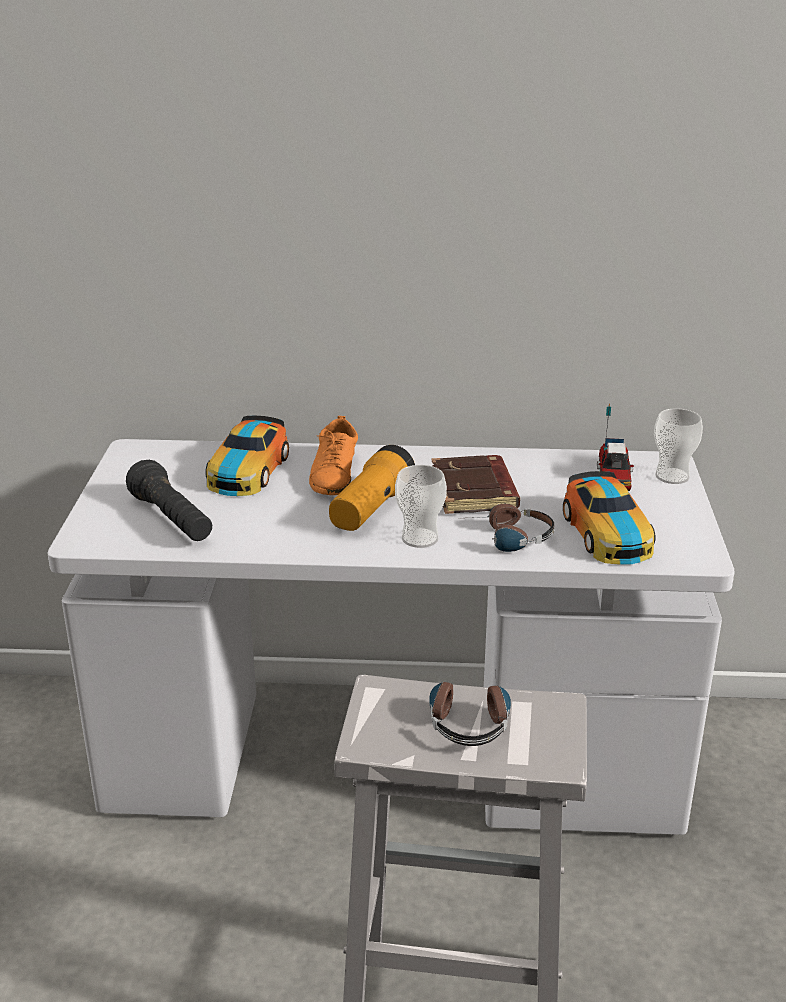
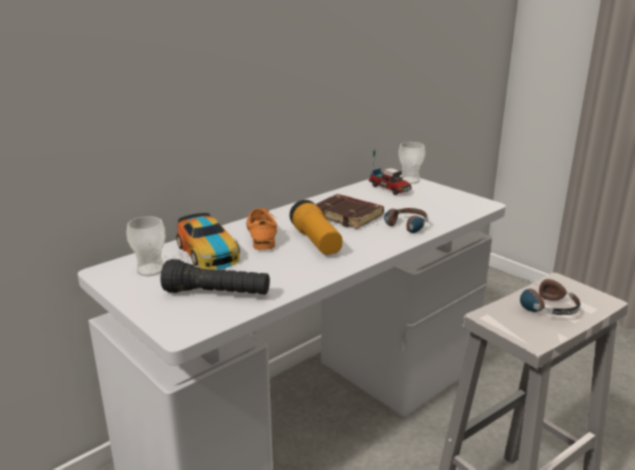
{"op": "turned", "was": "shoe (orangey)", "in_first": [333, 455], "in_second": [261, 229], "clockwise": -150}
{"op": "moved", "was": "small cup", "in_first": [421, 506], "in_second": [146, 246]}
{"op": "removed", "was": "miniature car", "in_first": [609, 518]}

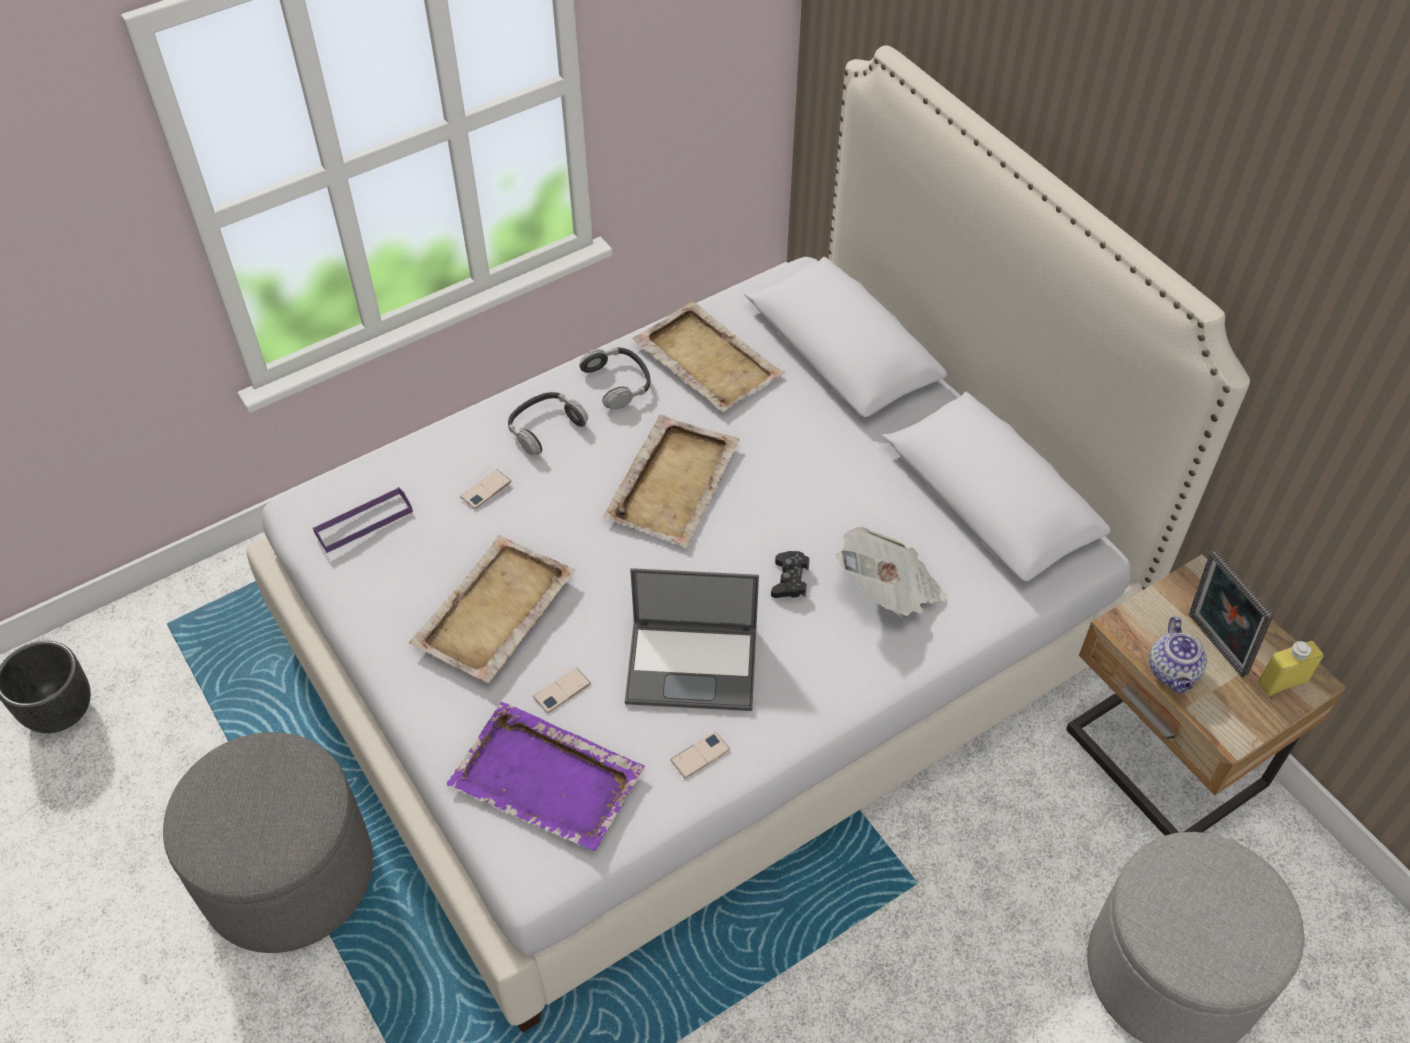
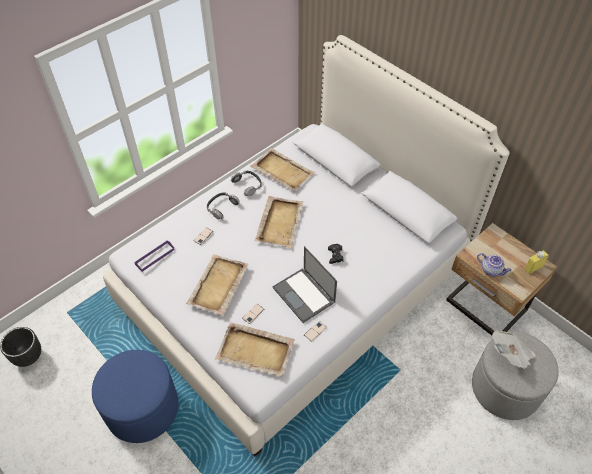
{"op": "recoloured", "was": "pouffe (gray)", "now": "pouffe (blue)", "in_first": [268, 842], "in_second": [135, 396]}
{"op": "recoloured", "was": "serving tray (purplish)", "now": "serving tray (beige)", "in_first": [546, 776], "in_second": [255, 349]}
{"op": "turned", "was": "notebook computer", "in_first": [692, 639], "in_second": [305, 284], "clockwise": 60}
{"op": "moved", "was": "printed paper", "in_first": [891, 572], "in_second": [514, 349]}
{"op": "turned", "was": "tea pot", "in_first": [1178, 655], "in_second": [494, 265], "clockwise": -45}
{"op": "removed", "was": "photo frame", "in_first": [1231, 613]}

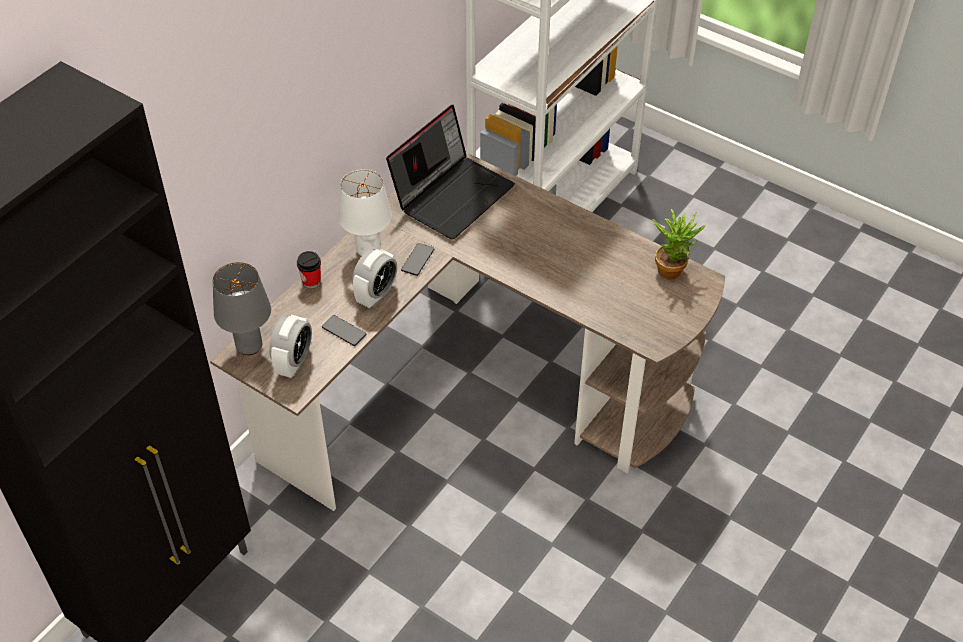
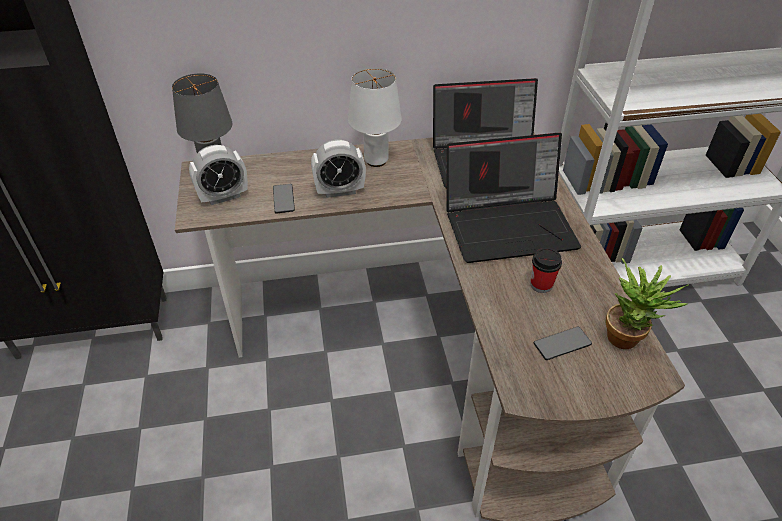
{"op": "moved", "was": "small cup", "in_first": [309, 270], "in_second": [546, 270]}
{"op": "moved", "was": "telephone", "in_first": [417, 259], "in_second": [563, 343]}
{"op": "added", "now": "notebook computer", "in_second": [513, 198]}

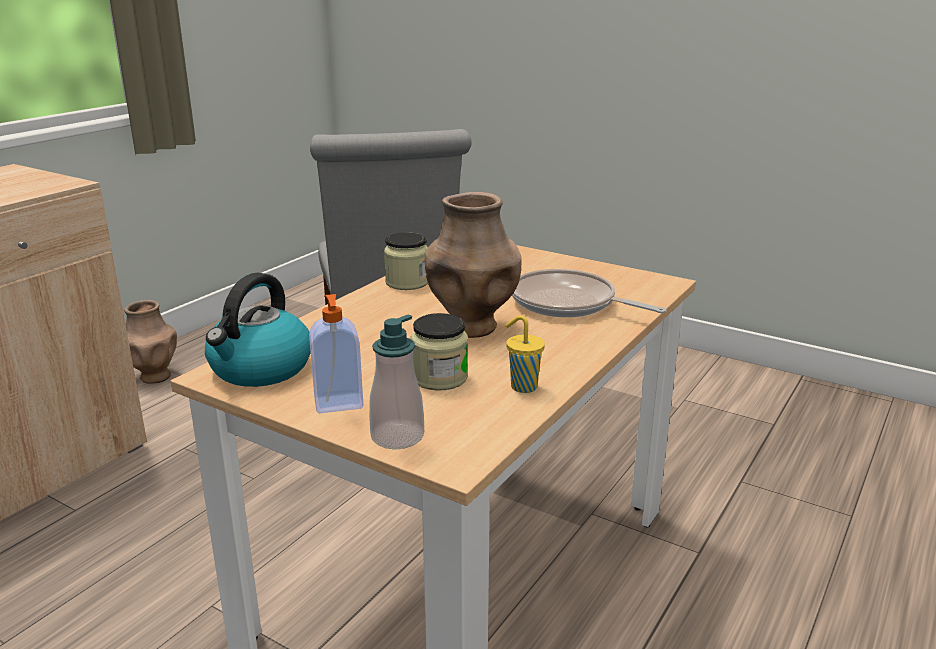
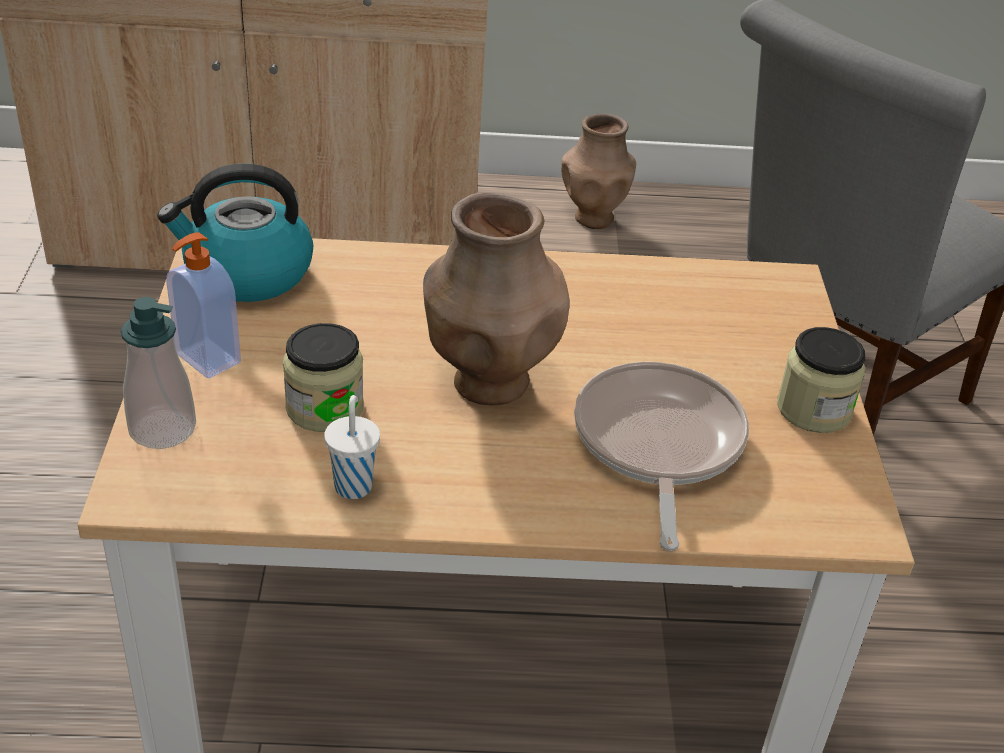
{"op": "moved", "was": "preserve jar", "in_first": [406, 261], "in_second": [821, 380]}
{"op": "recoloured", "was": "small cup (yellow)", "now": "small cup (whitish)", "in_first": [525, 354], "in_second": [352, 447]}

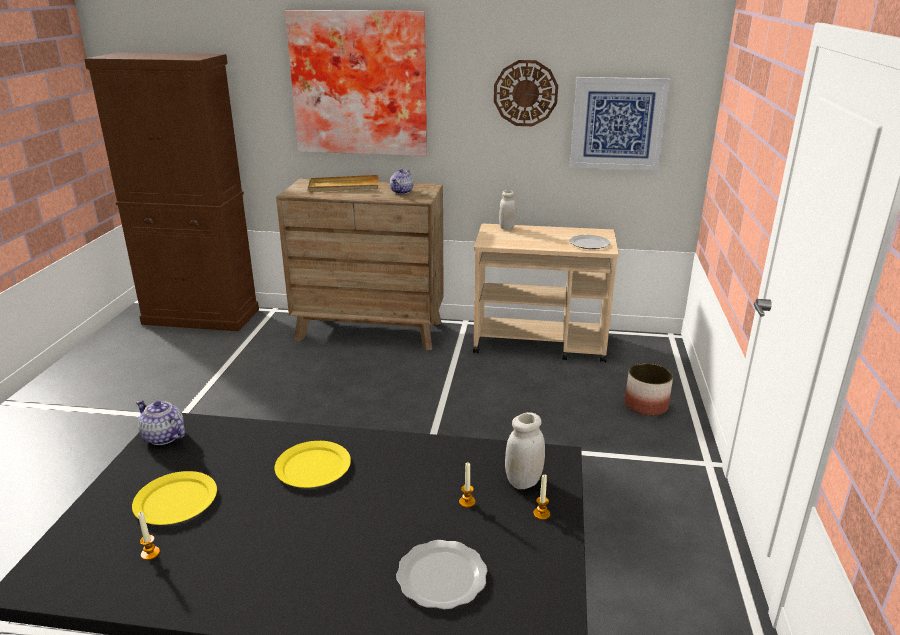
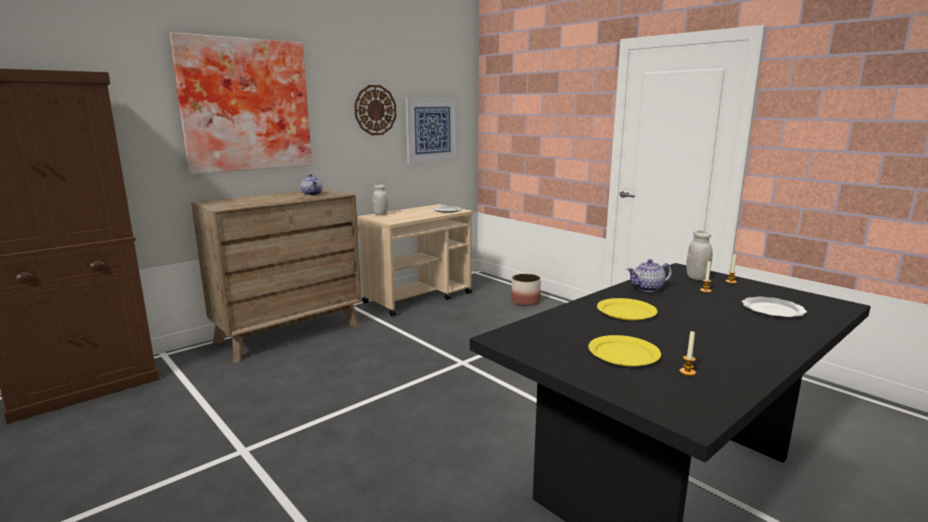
{"op": "moved", "was": "tea pot", "in_first": [160, 422], "in_second": [649, 275]}
{"op": "removed", "was": "serving tray (beige)", "in_first": [343, 183]}

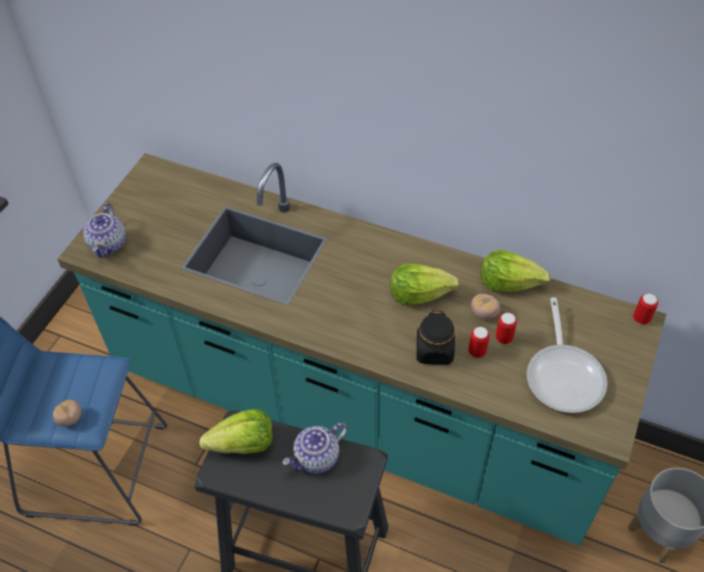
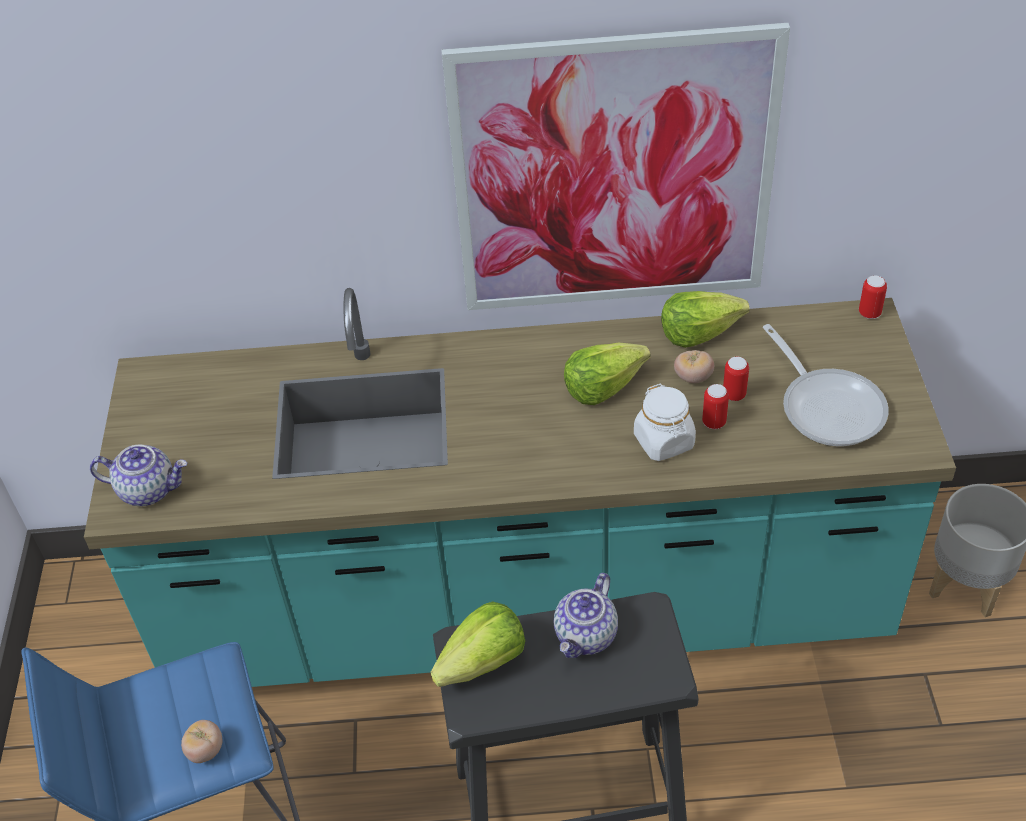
{"op": "turned", "was": "tea pot", "in_first": [104, 230], "in_second": [138, 475], "clockwise": -60}
{"op": "recoloured", "was": "preserve jar (blackish)", "now": "preserve jar (whitish)", "in_first": [435, 337], "in_second": [665, 422]}
{"op": "added", "now": "wall picture", "in_second": [616, 166]}

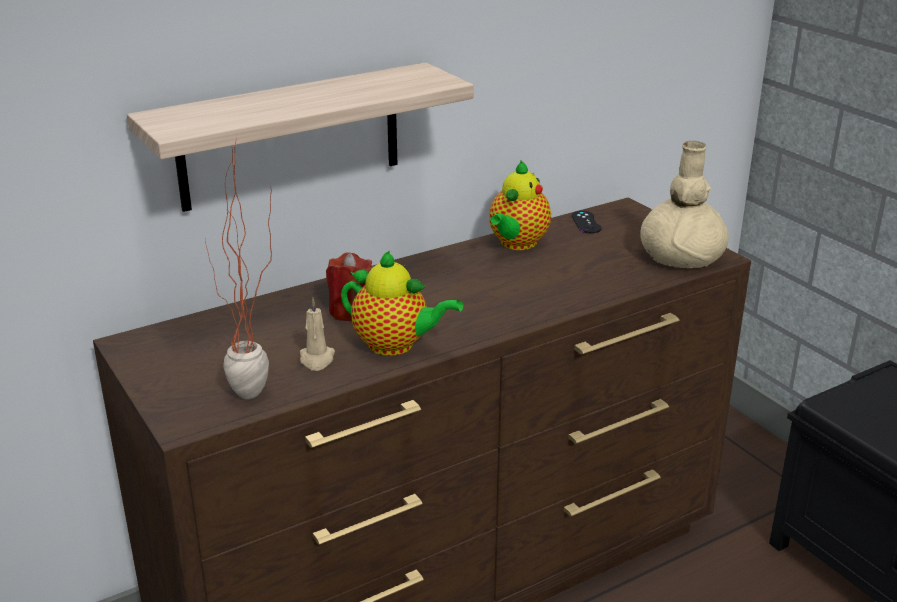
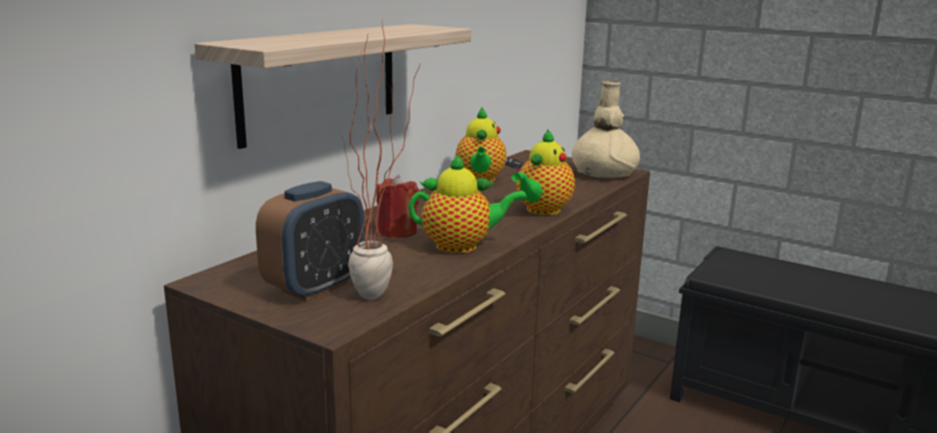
{"op": "removed", "was": "wax light (beige)", "in_first": [317, 334]}
{"op": "added", "now": "table clock", "in_second": [310, 241]}
{"op": "added", "now": "tea pot", "in_second": [543, 172]}

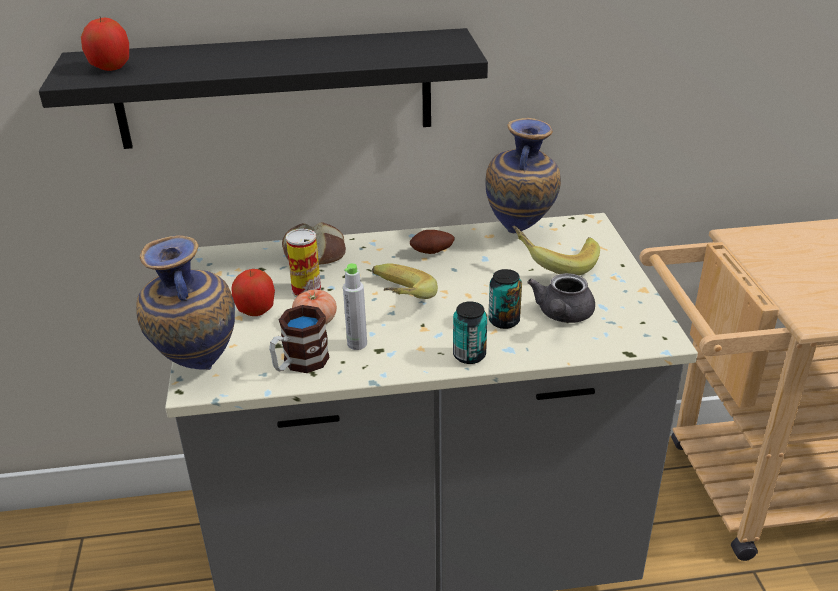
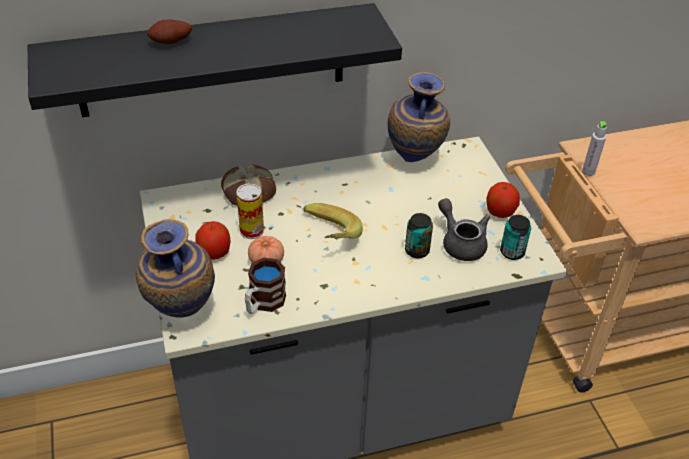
{"op": "moved", "was": "apple", "in_first": [105, 44], "in_second": [503, 200]}
{"op": "moved", "was": "drink bottle (gray)", "in_first": [355, 306], "in_second": [594, 148]}
{"op": "moved", "was": "spud", "in_first": [432, 242], "in_second": [169, 32]}
{"op": "moved", "was": "can", "in_first": [470, 332], "in_second": [515, 237]}
{"op": "removed", "was": "banana fruit", "in_first": [556, 250]}
{"op": "turned", "was": "tea pot (gray)", "in_first": [561, 298], "in_second": [464, 229], "clockwise": 135}

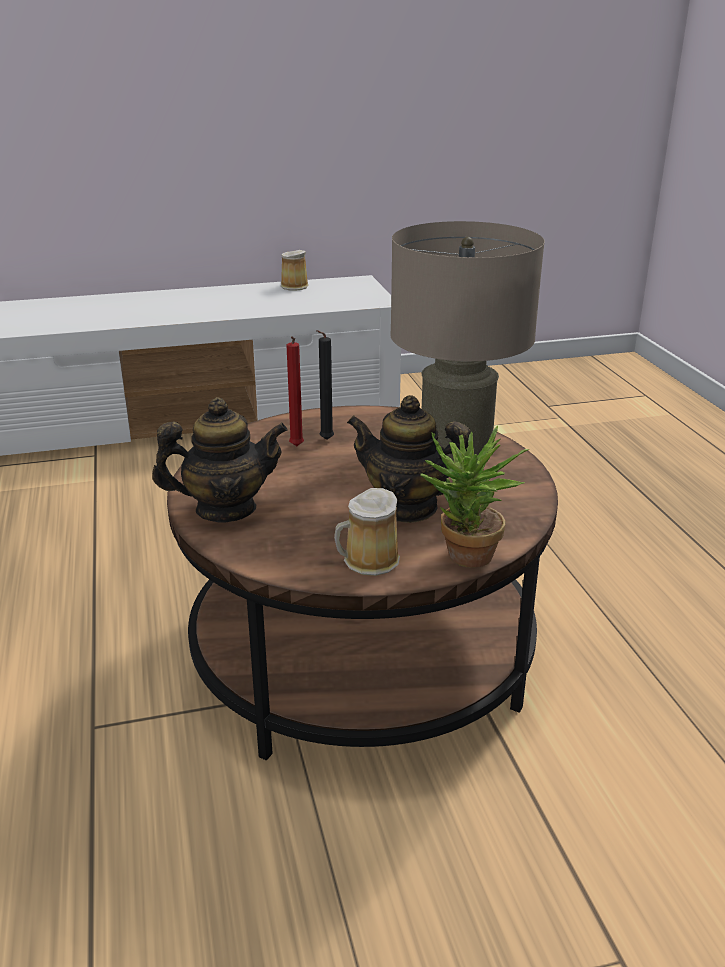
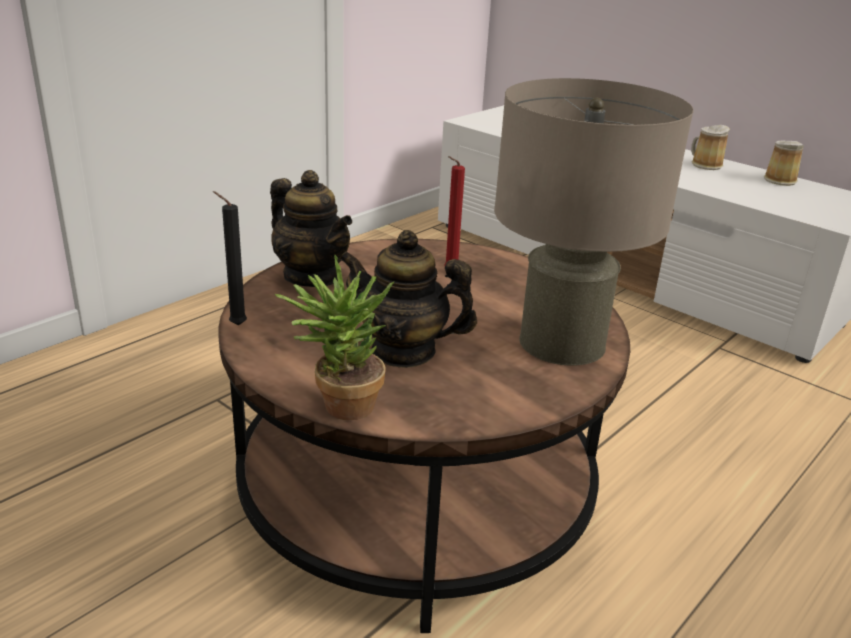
{"op": "moved", "was": "wax light (blackish)", "in_first": [325, 385], "in_second": [230, 258]}
{"op": "moved", "was": "mug", "in_first": [367, 532], "in_second": [710, 147]}
{"op": "turned", "was": "tea pot", "in_first": [408, 459], "in_second": [408, 299], "clockwise": -60}

